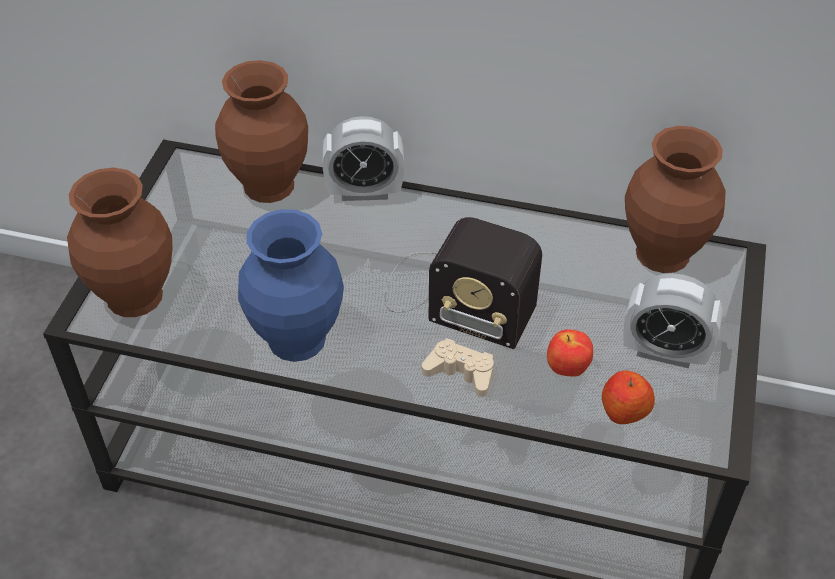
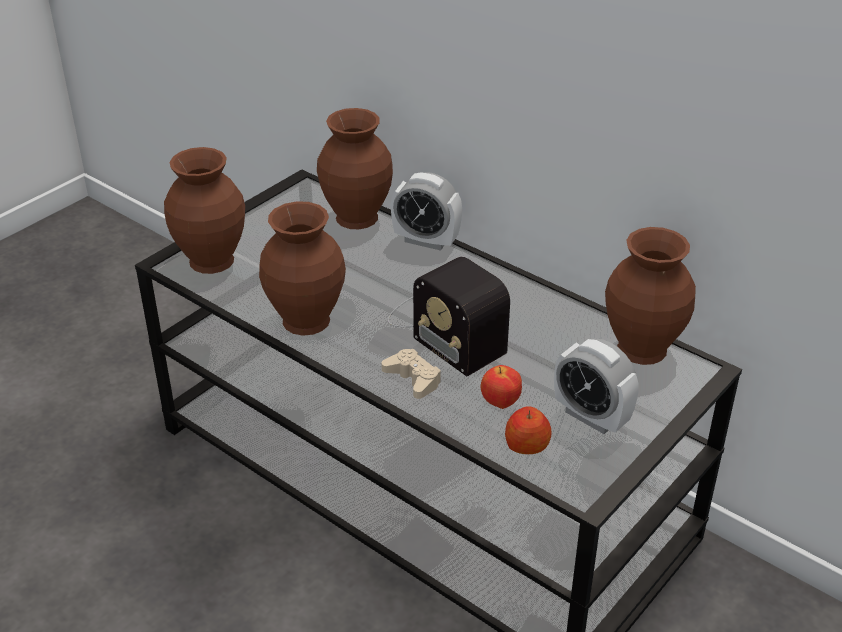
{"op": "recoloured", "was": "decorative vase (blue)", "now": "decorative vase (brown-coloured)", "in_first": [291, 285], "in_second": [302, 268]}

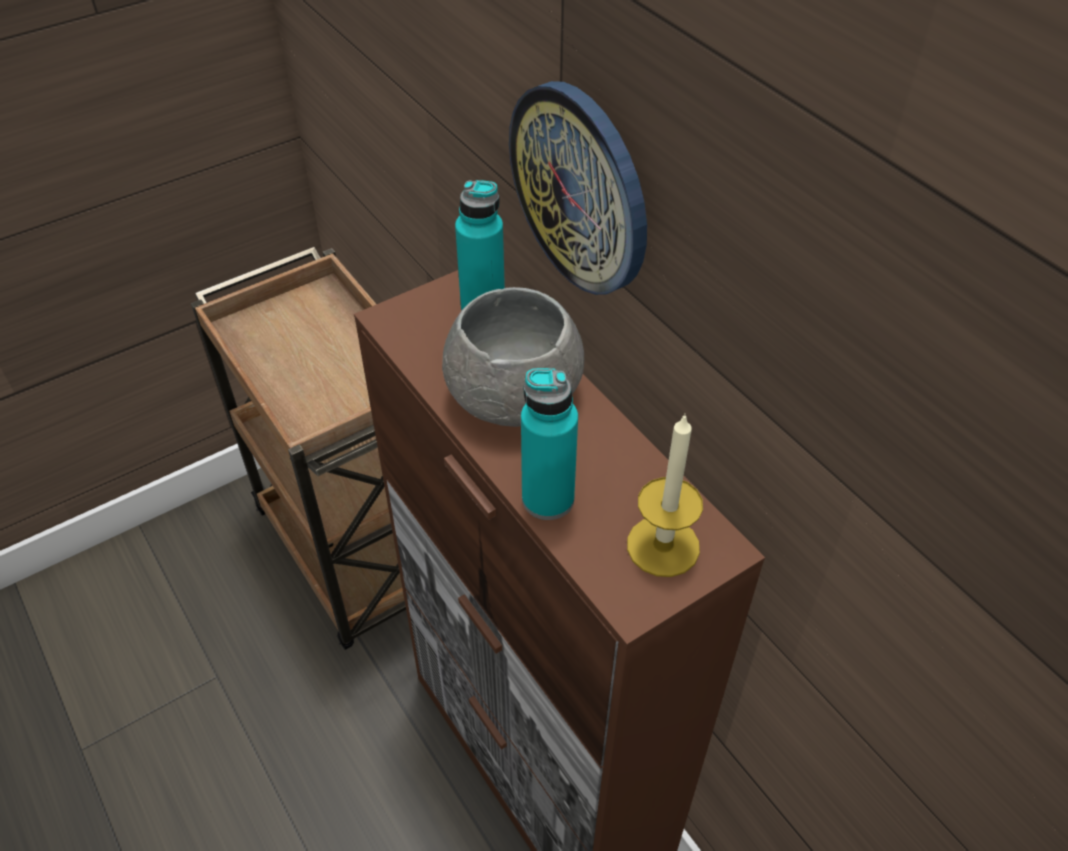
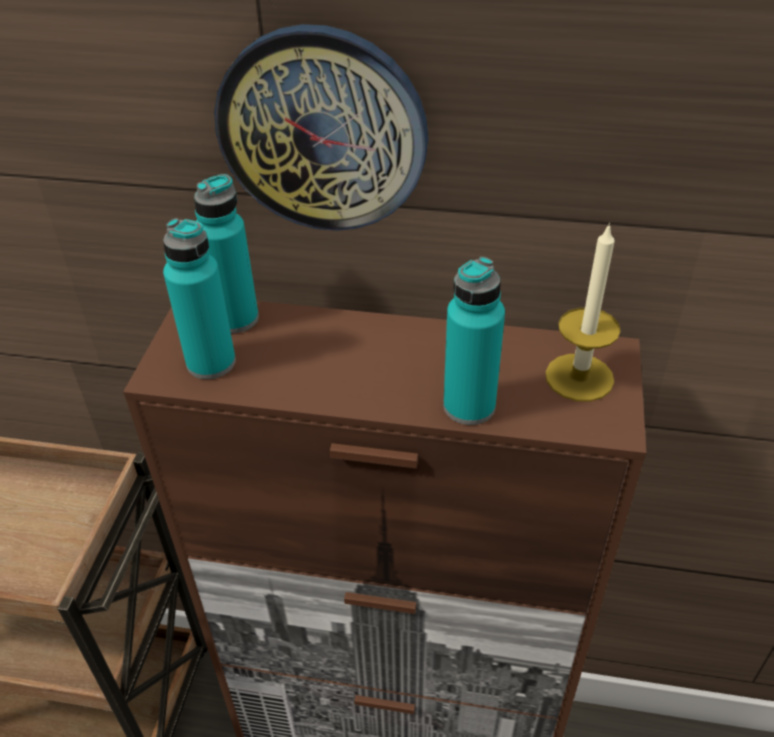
{"op": "removed", "was": "serving bowl (gray)", "in_first": [513, 357]}
{"op": "added", "now": "drink bottle (blue-green)", "in_second": [199, 298]}

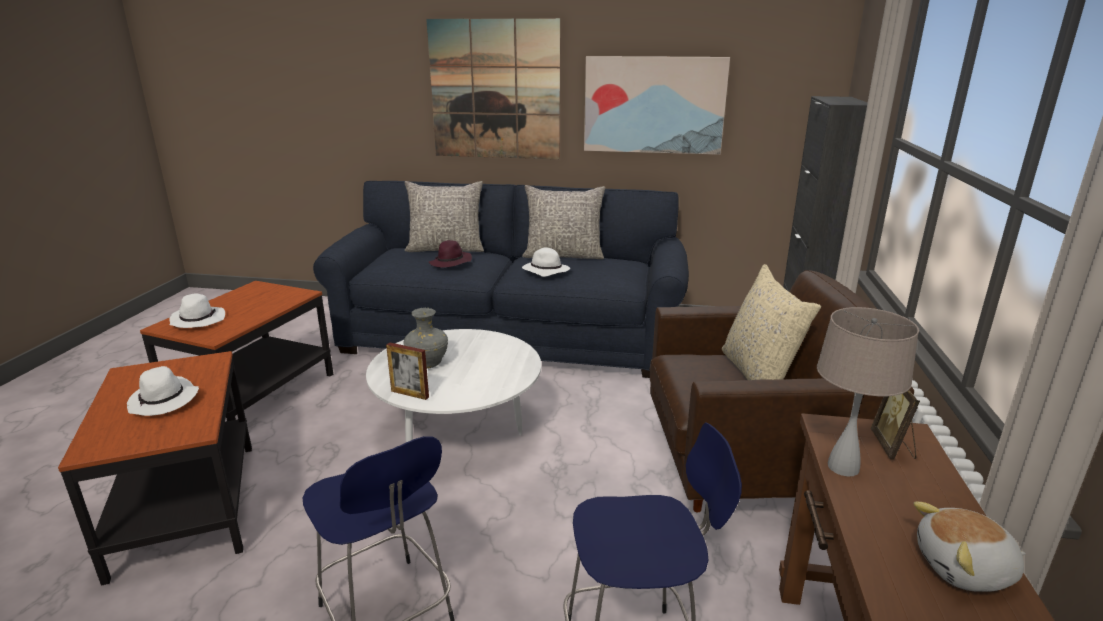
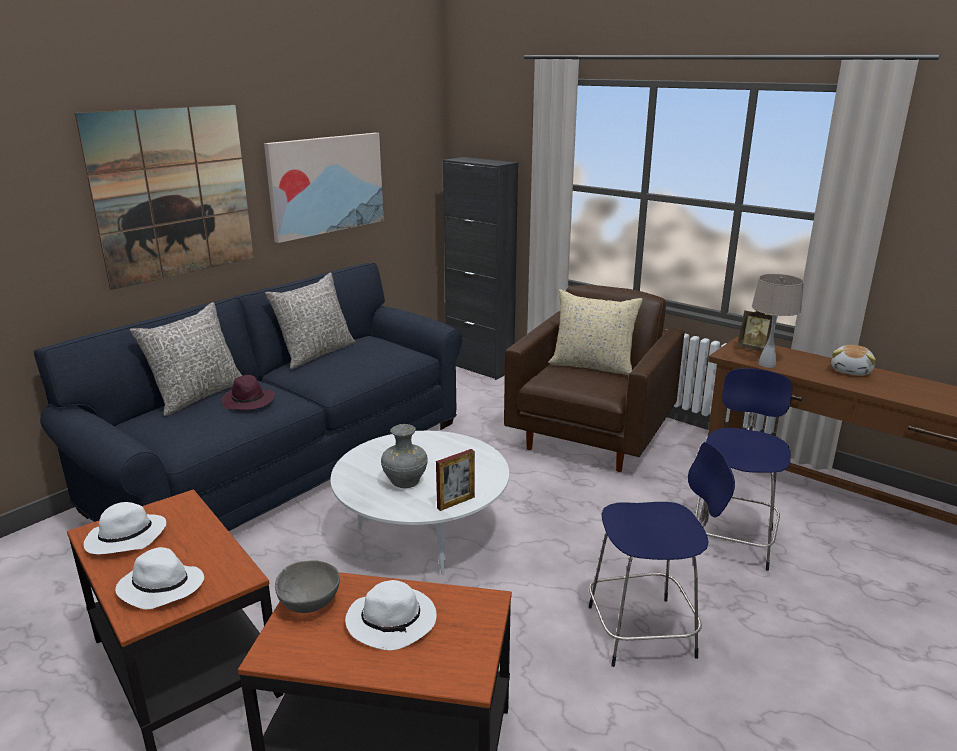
{"op": "moved", "was": "clothing hat (whitish)", "in_first": [546, 262], "in_second": [125, 528]}
{"op": "added", "now": "serving bowl (gray)", "in_second": [307, 586]}

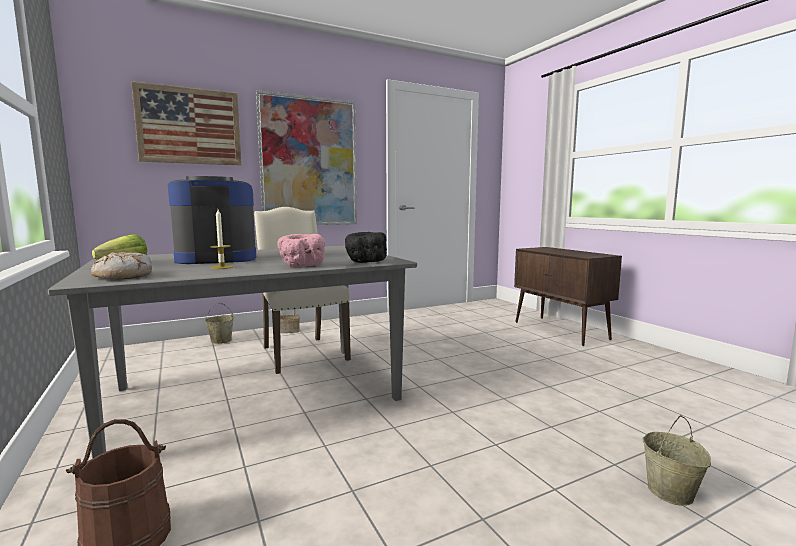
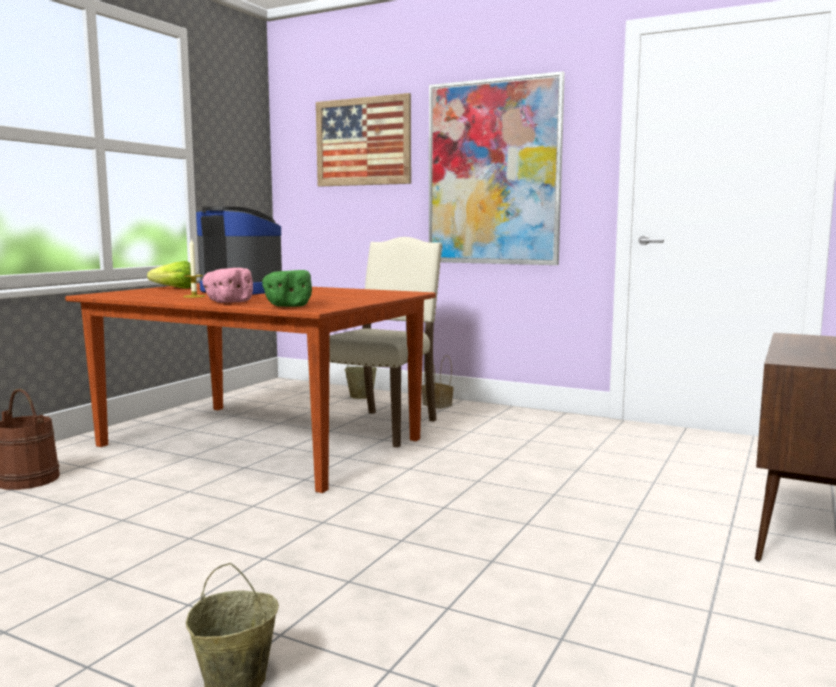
{"op": "recoloured", "was": "kitchen table (gray)", "now": "kitchen table (brown-coloured)", "in_first": [232, 352], "in_second": [250, 388]}
{"op": "removed", "was": "bakery bread", "in_first": [121, 265]}
{"op": "recoloured", "was": "serving bowl (blackish)", "now": "serving bowl (green)", "in_first": [366, 247], "in_second": [287, 288]}

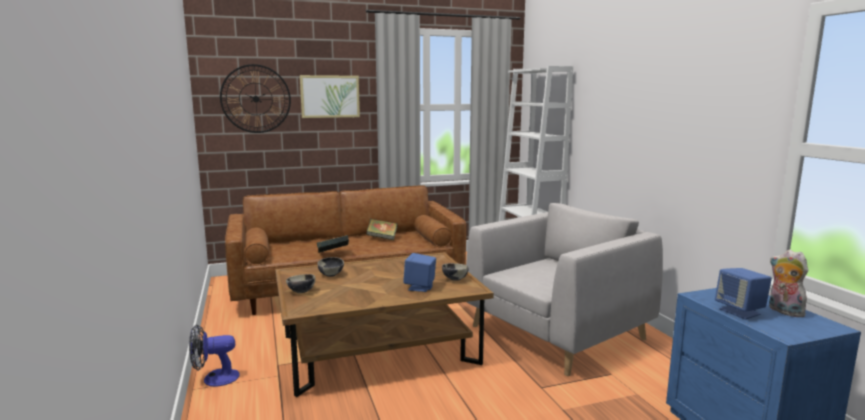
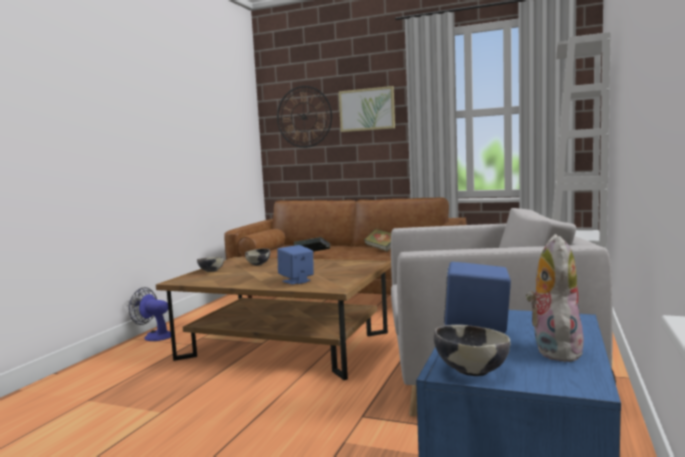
{"op": "moved", "was": "serving bowl", "in_first": [455, 272], "in_second": [472, 350]}

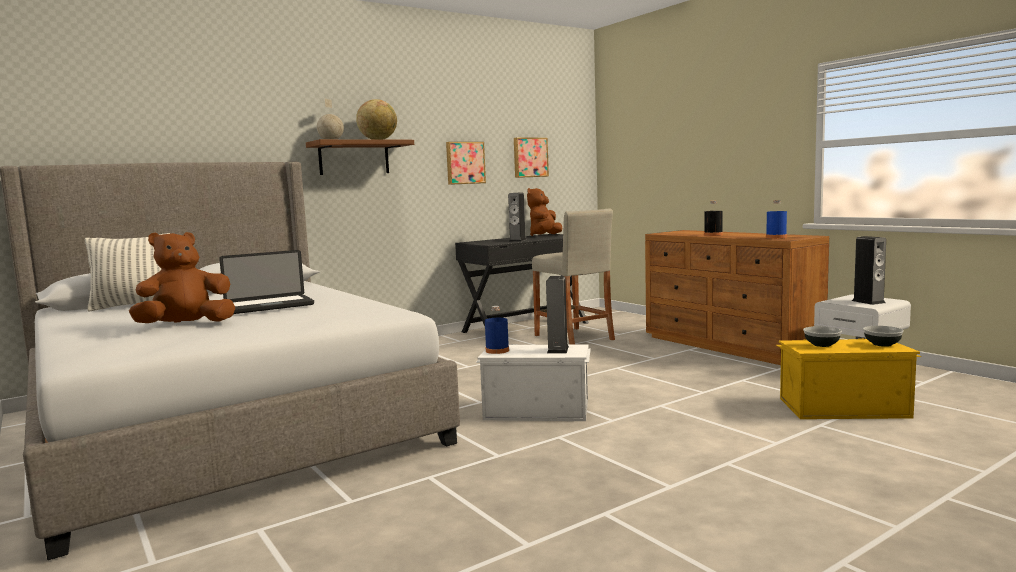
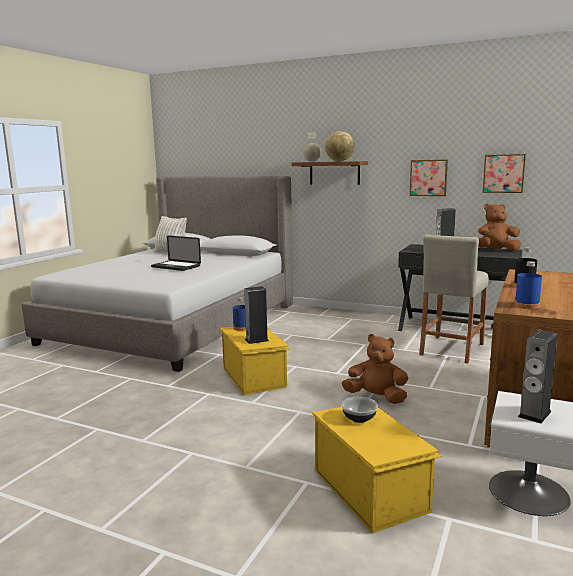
{"op": "moved", "was": "soft toy (brown-coloured)", "in_first": [182, 277], "in_second": [375, 369]}
{"op": "recoloured", "was": "storage box (whitish)", "now": "storage box (yellow)", "in_first": [533, 382], "in_second": [255, 361]}
{"op": "removed", "was": "serving bowl", "in_first": [883, 336]}

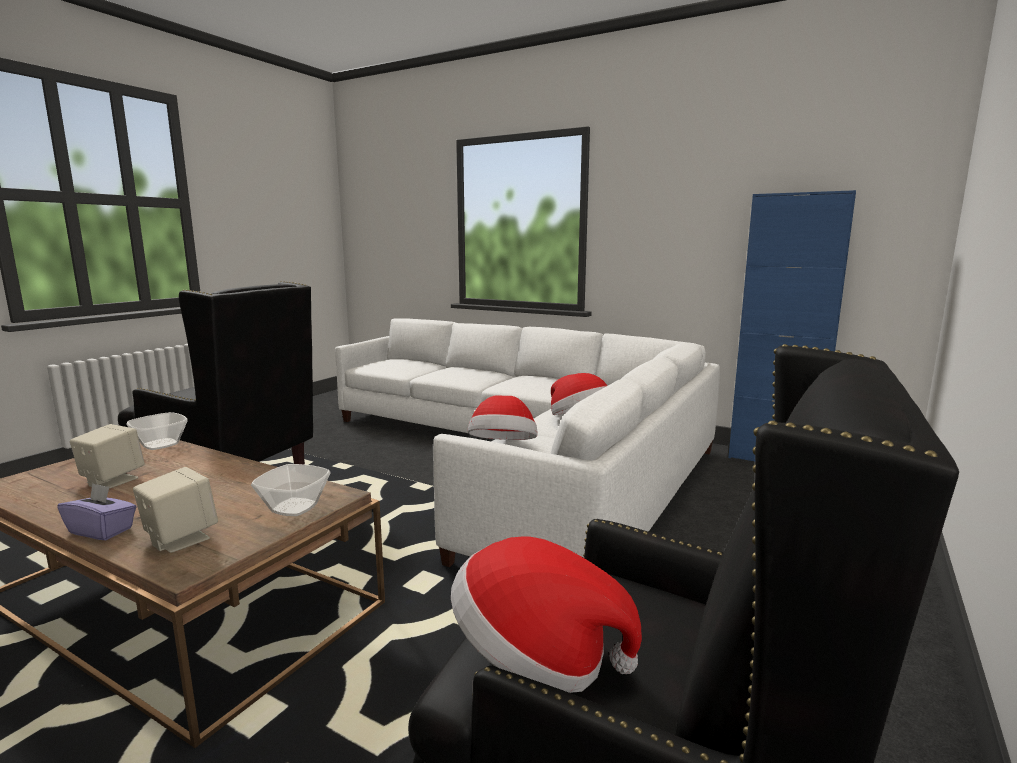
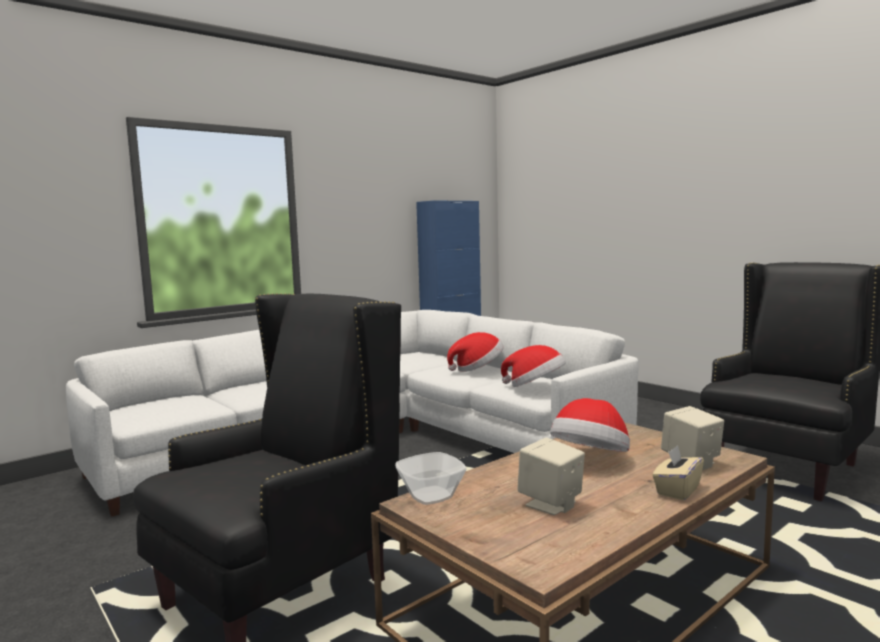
{"op": "recoloured", "was": "tissue box (purplish)", "now": "tissue box (beige)", "in_first": [97, 511], "in_second": [678, 472]}
{"op": "removed", "was": "serving bowl", "in_first": [291, 490]}
{"op": "moved", "was": "clothing hat", "in_first": [546, 615], "in_second": [590, 425]}

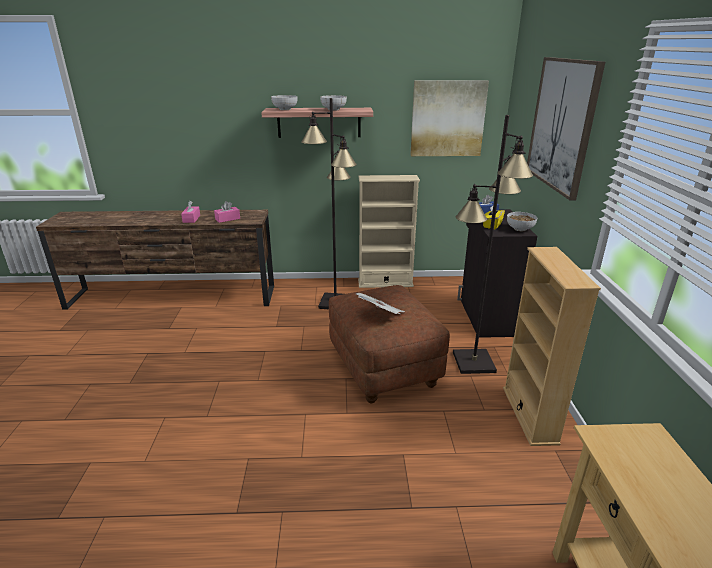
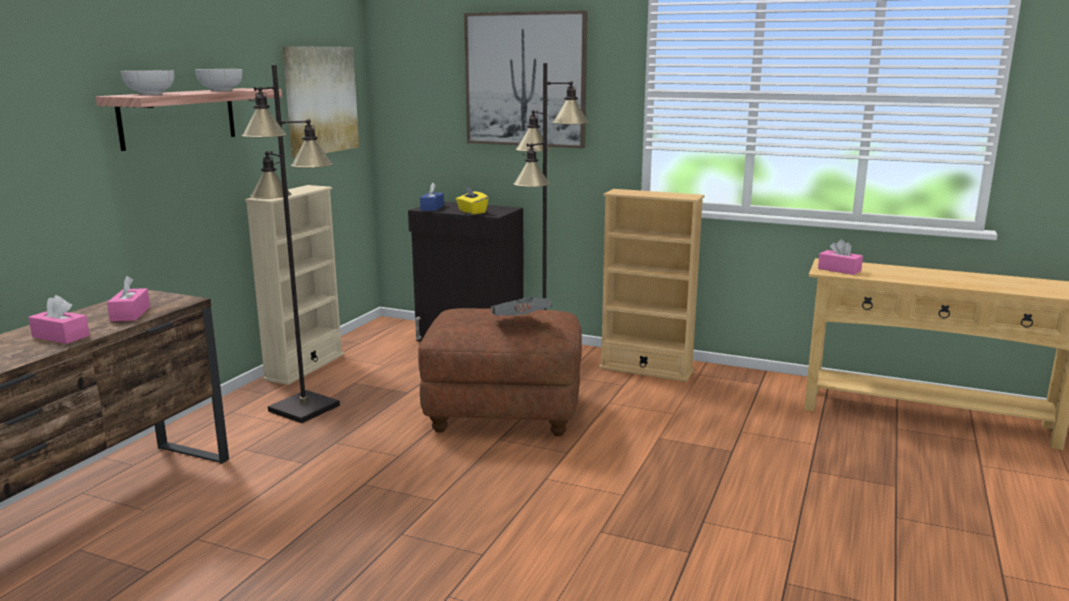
{"op": "removed", "was": "serving bowl", "in_first": [522, 221]}
{"op": "added", "now": "tissue box (pink-coloured)", "in_second": [840, 257]}

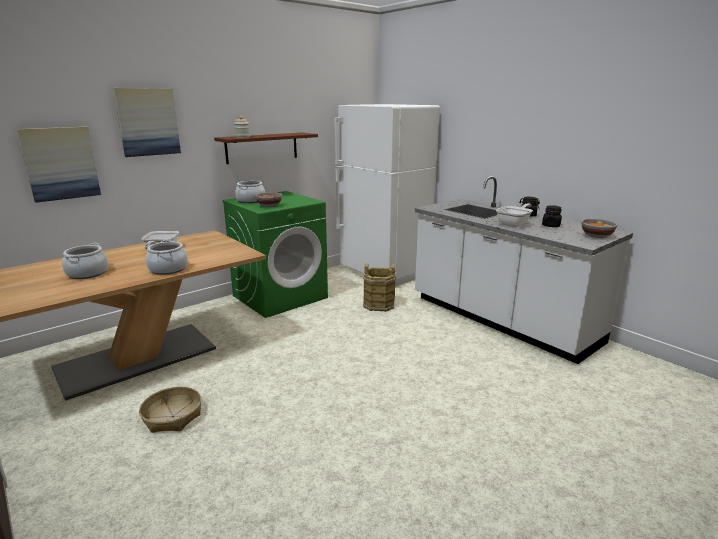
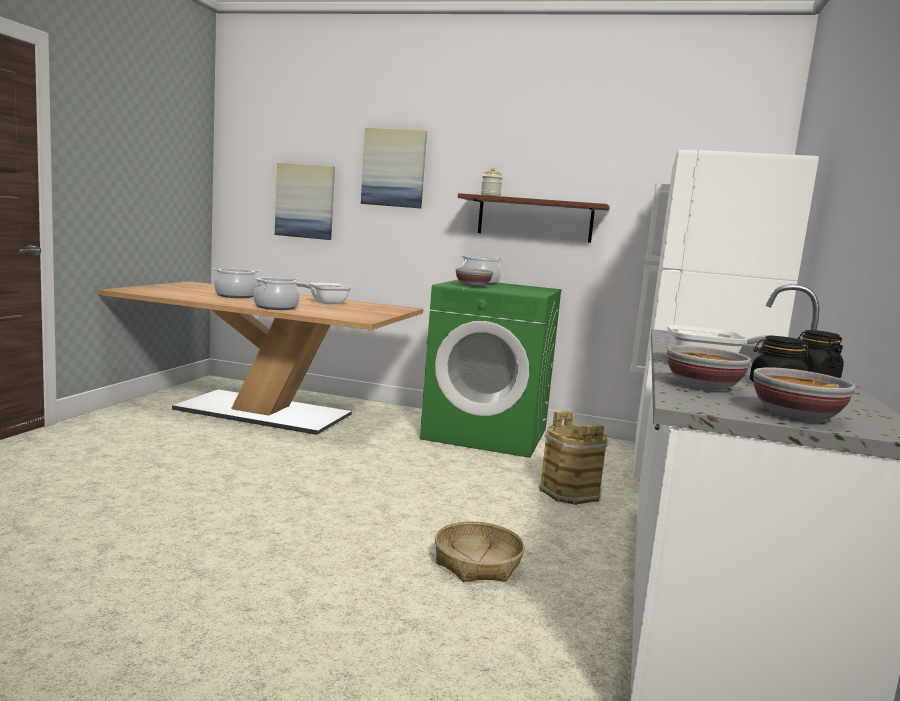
{"op": "moved", "was": "basket", "in_first": [170, 410], "in_second": [480, 551]}
{"op": "added", "now": "serving bowl", "in_second": [709, 367]}

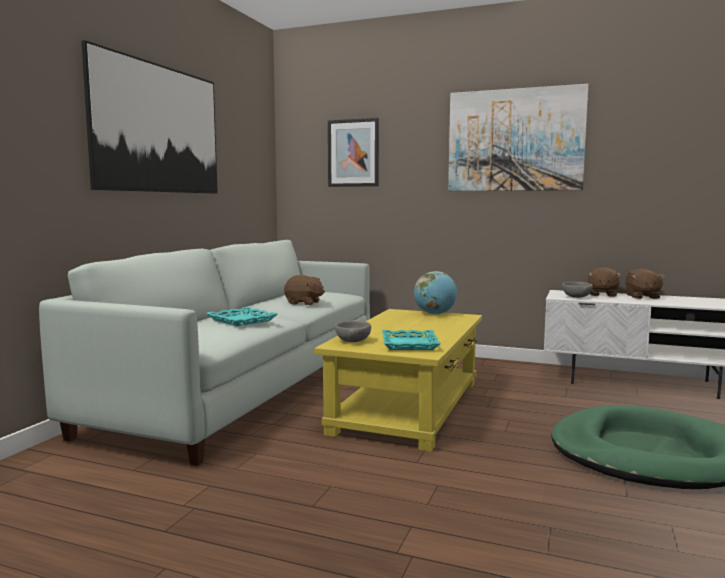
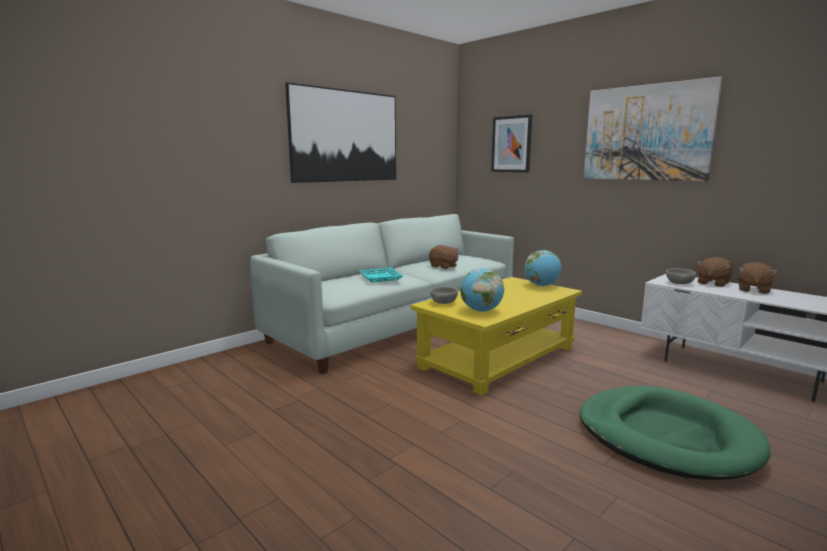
{"op": "replaced", "was": "serving tray (blue-green)", "now": "globe", "in_first": [411, 340], "in_second": [482, 290]}

